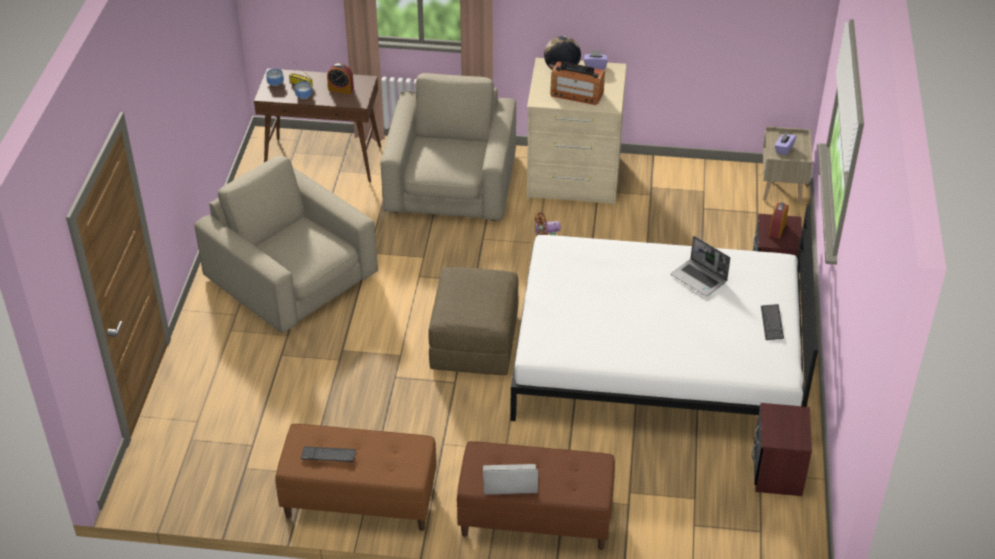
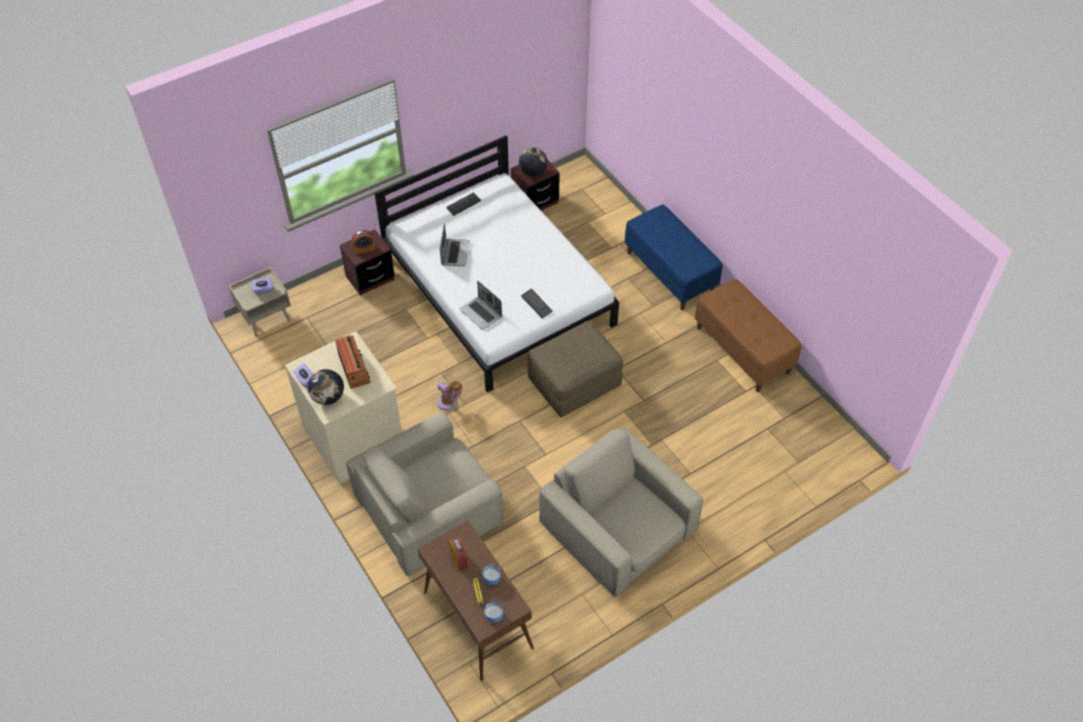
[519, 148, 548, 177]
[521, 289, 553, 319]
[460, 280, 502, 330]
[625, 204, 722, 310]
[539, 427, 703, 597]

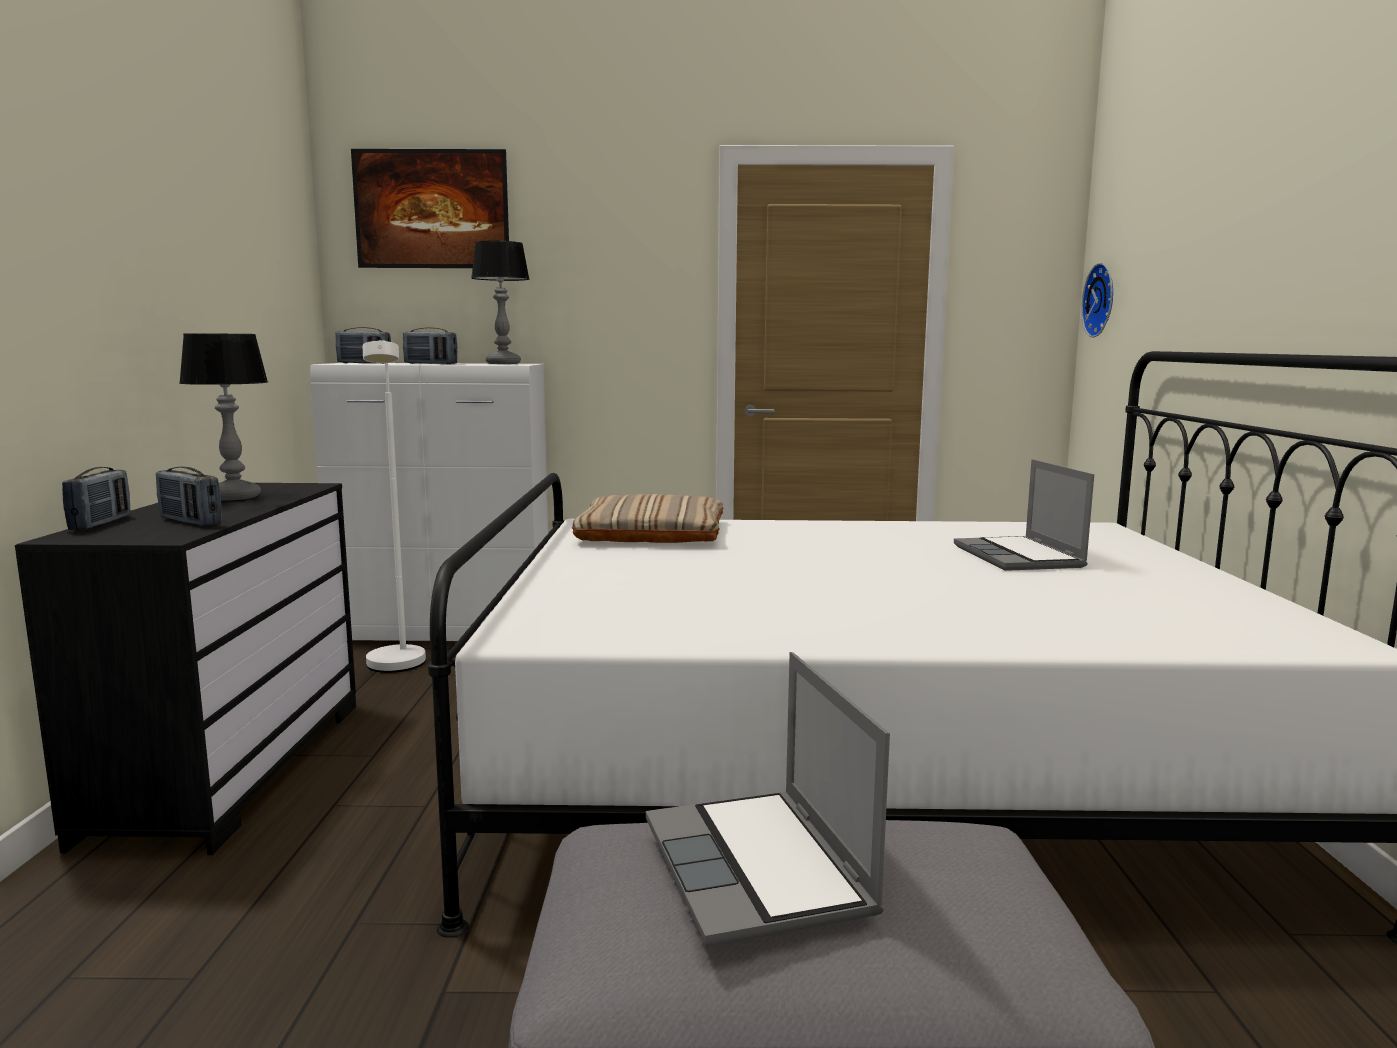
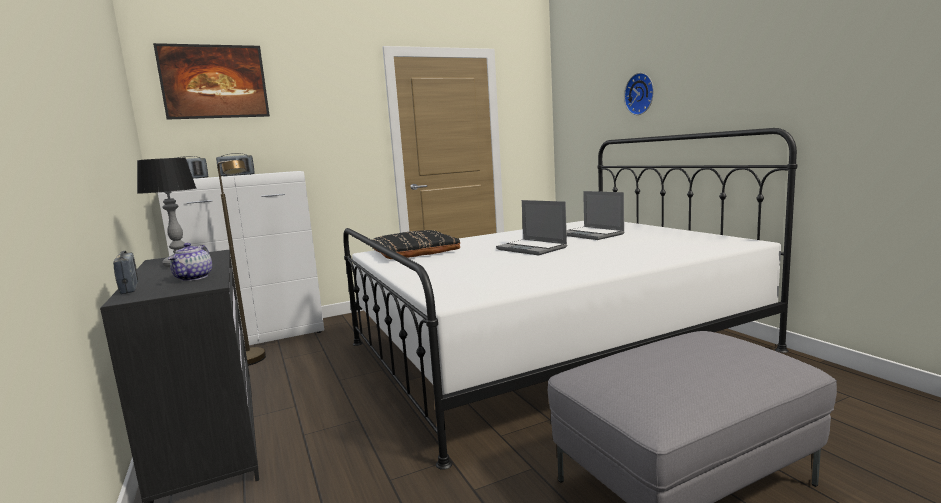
[471, 241, 530, 364] (first image)
[496, 200, 567, 255]
[624, 73, 654, 115]
[168, 243, 212, 281]
[218, 160, 266, 366]
[372, 230, 460, 259]

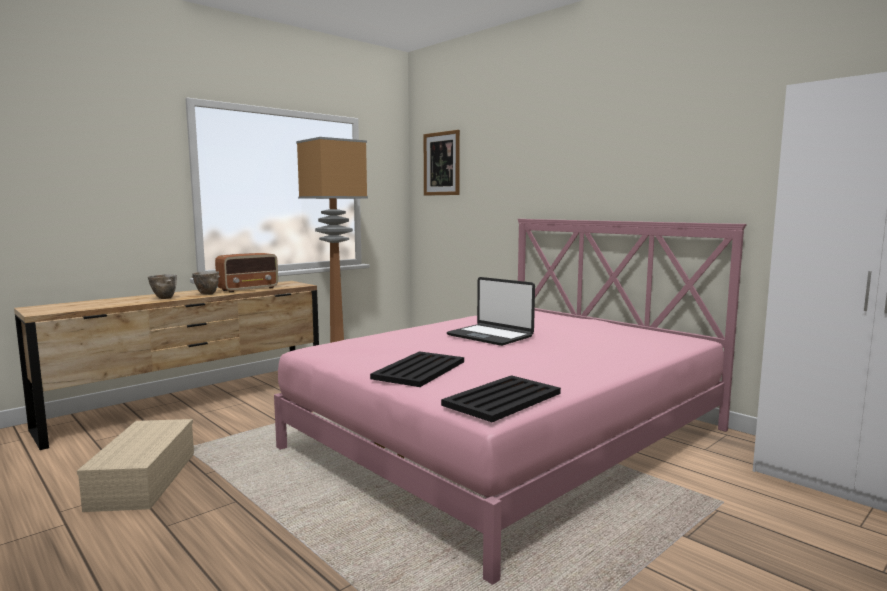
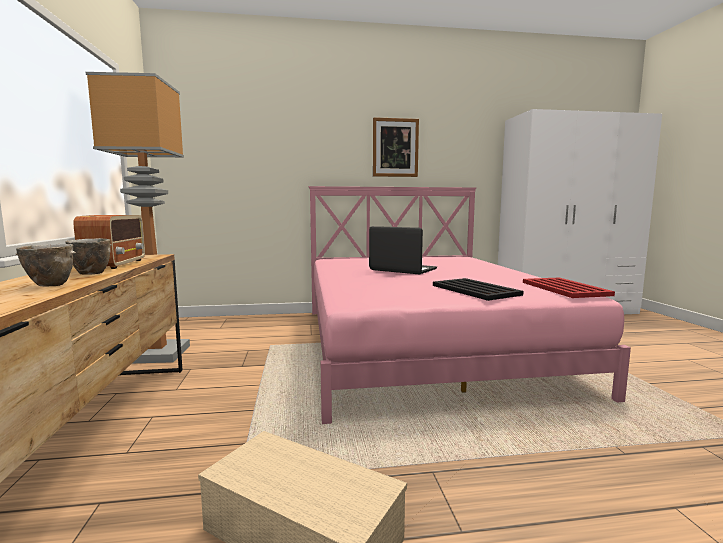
[373, 117, 419, 177]
[523, 278, 615, 298]
[369, 226, 437, 275]

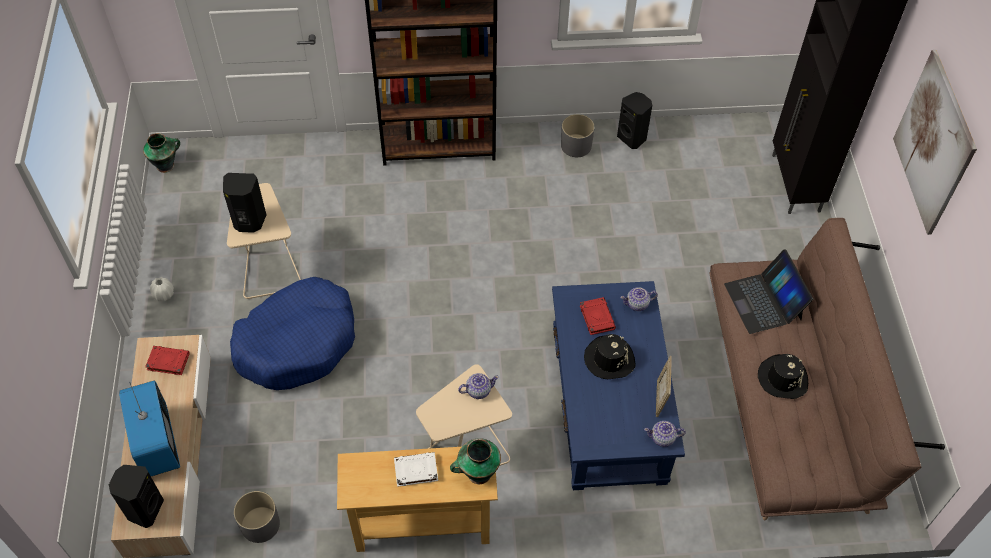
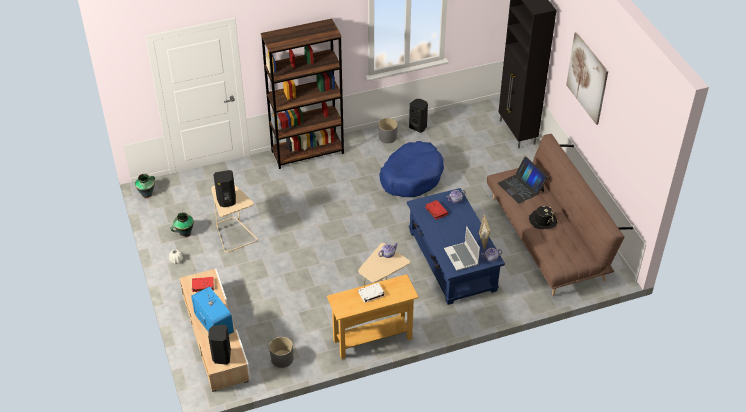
[584, 334, 635, 379] (first image)
[444, 226, 480, 271]
[379, 141, 444, 197]
[171, 212, 194, 238]

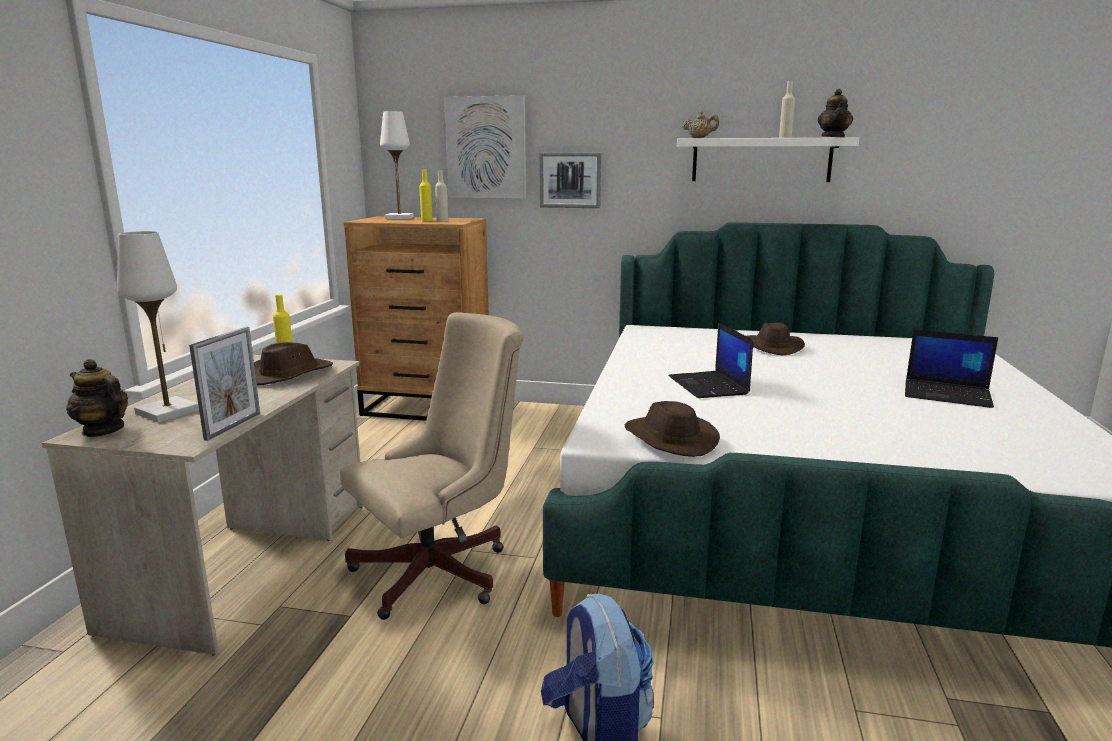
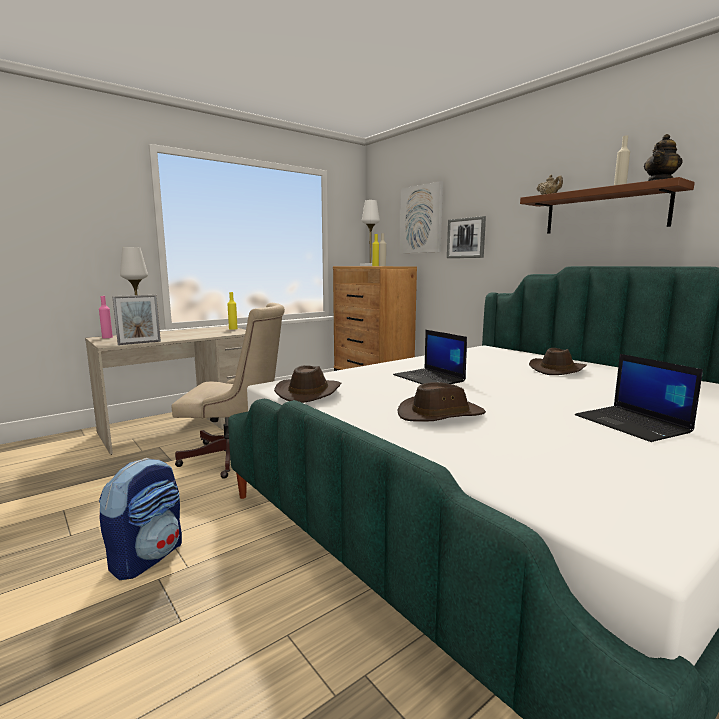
[397, 382, 486, 422]
[99, 296, 113, 338]
[520, 177, 695, 234]
[393, 330, 467, 384]

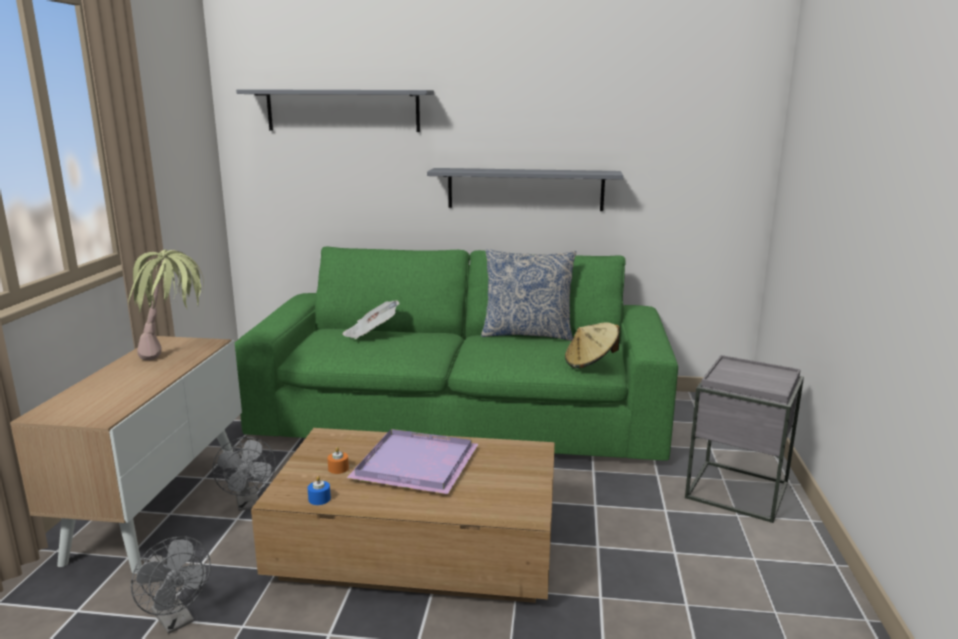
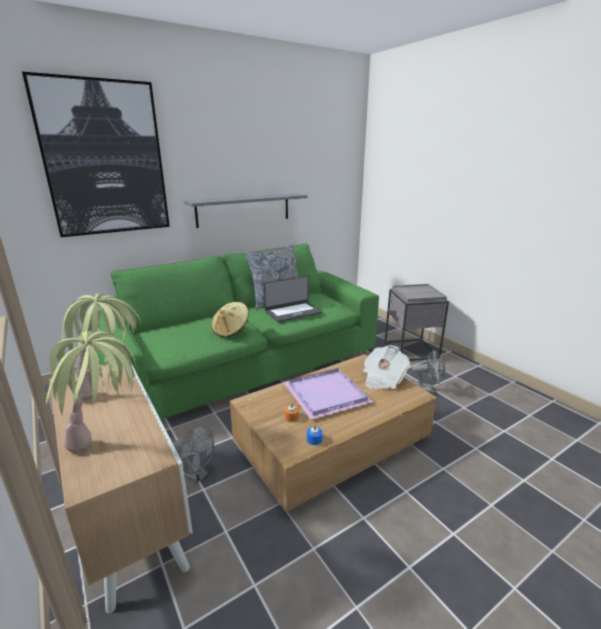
[46, 330, 136, 452]
[264, 276, 322, 322]
[412, 350, 445, 393]
[363, 345, 410, 389]
[212, 302, 249, 338]
[22, 72, 170, 237]

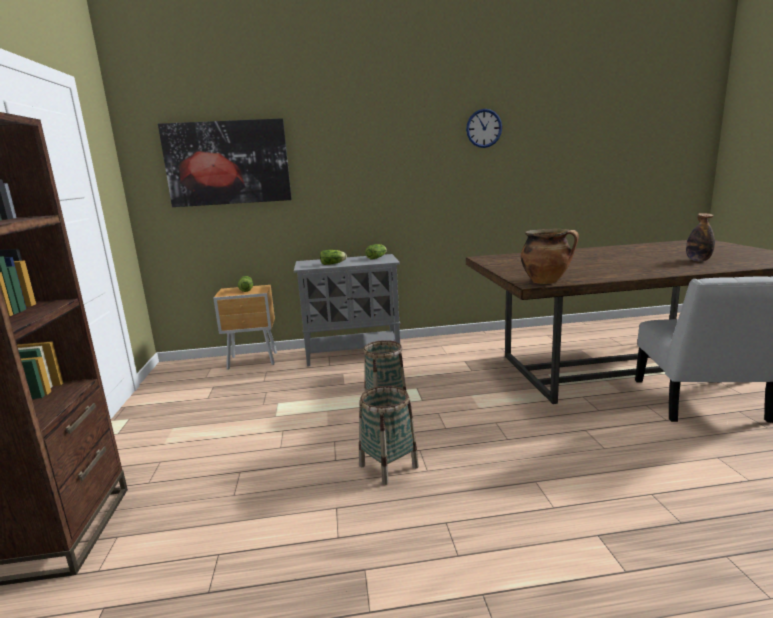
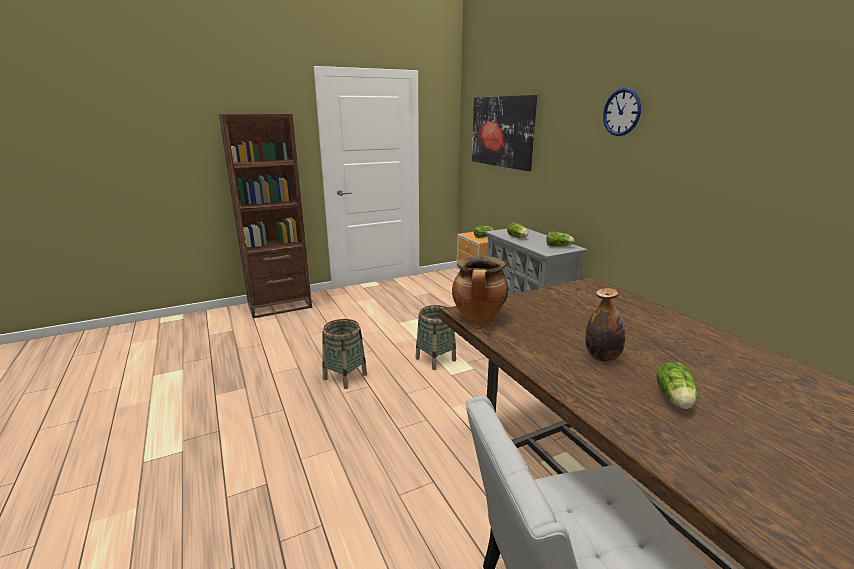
[657, 362, 697, 409]
[603, 88, 641, 136]
[585, 288, 625, 362]

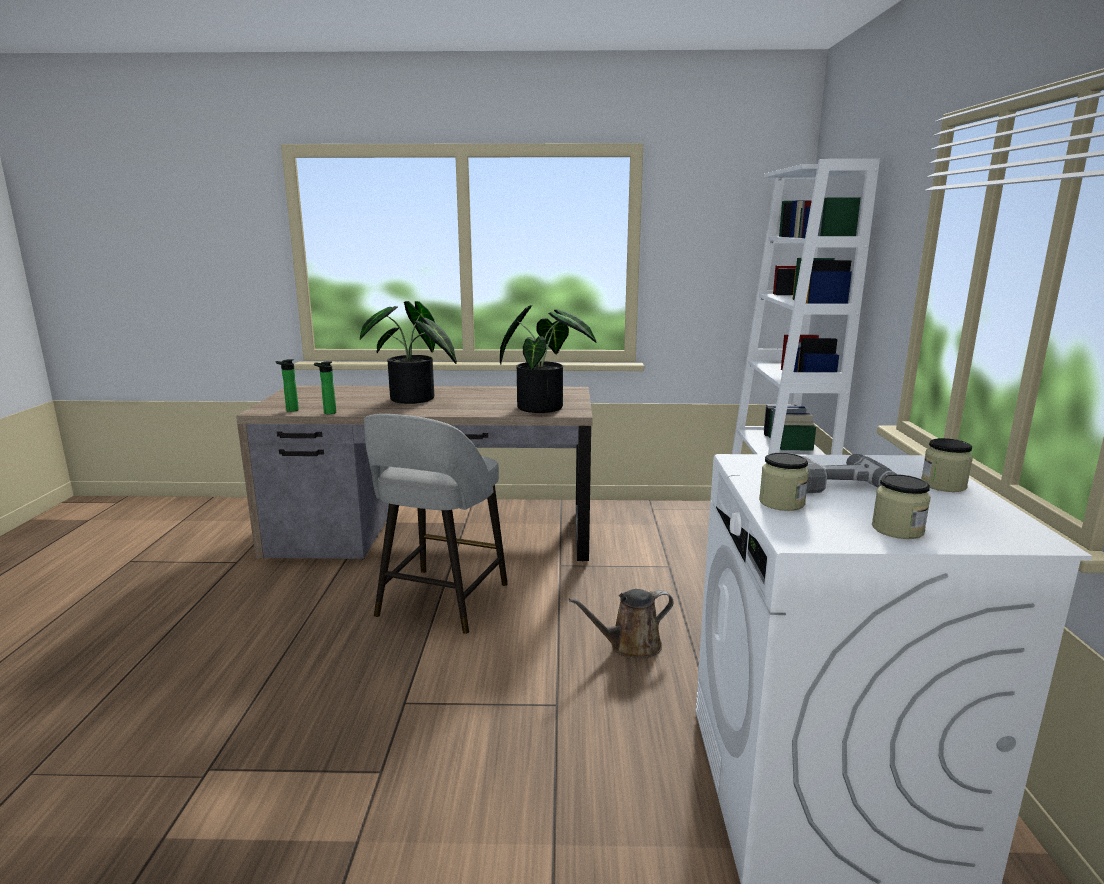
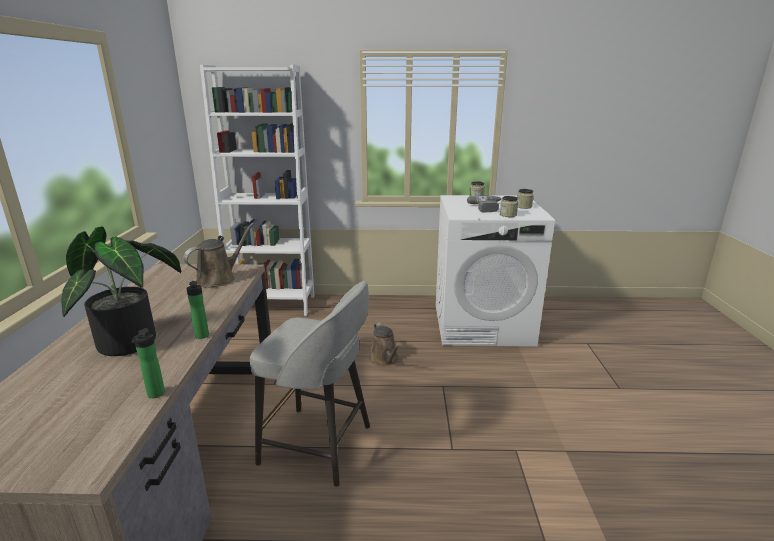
[186, 281, 209, 339]
[184, 223, 254, 288]

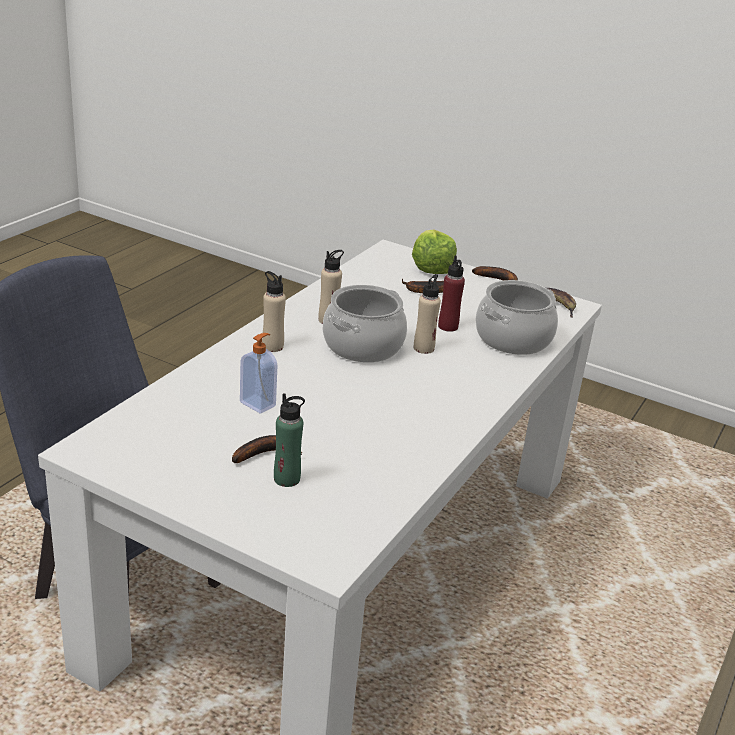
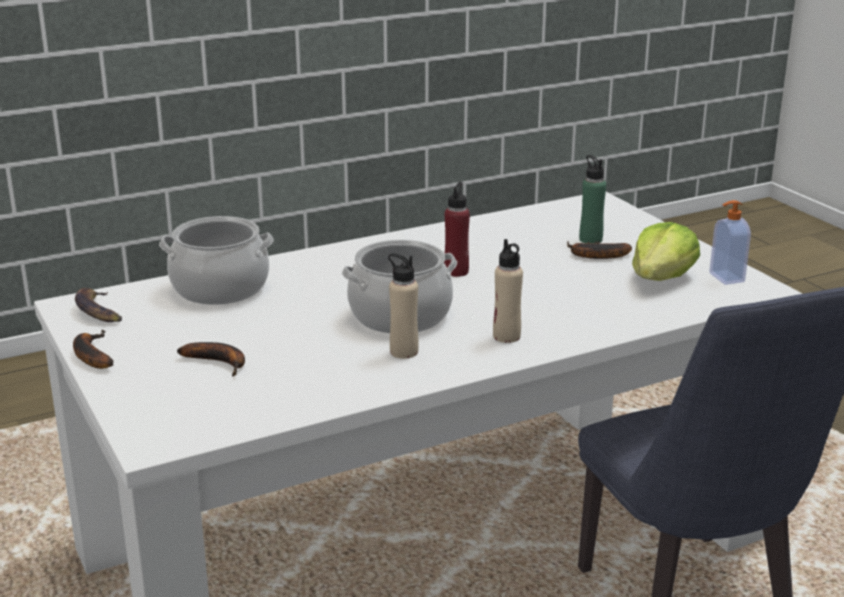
[414, 274, 441, 354] (first image)
[709, 200, 751, 285]
[632, 222, 700, 281]
[444, 182, 470, 277]

